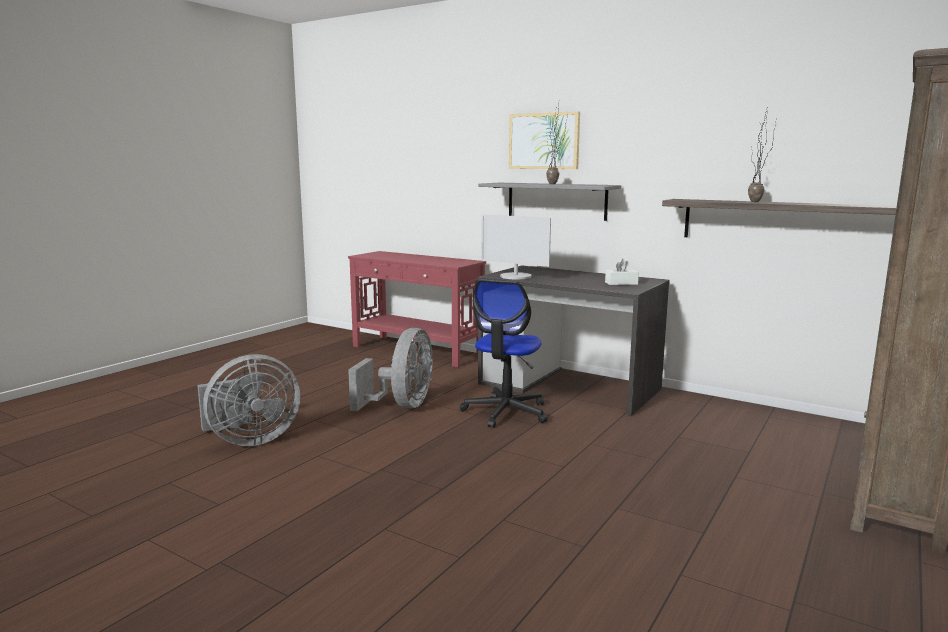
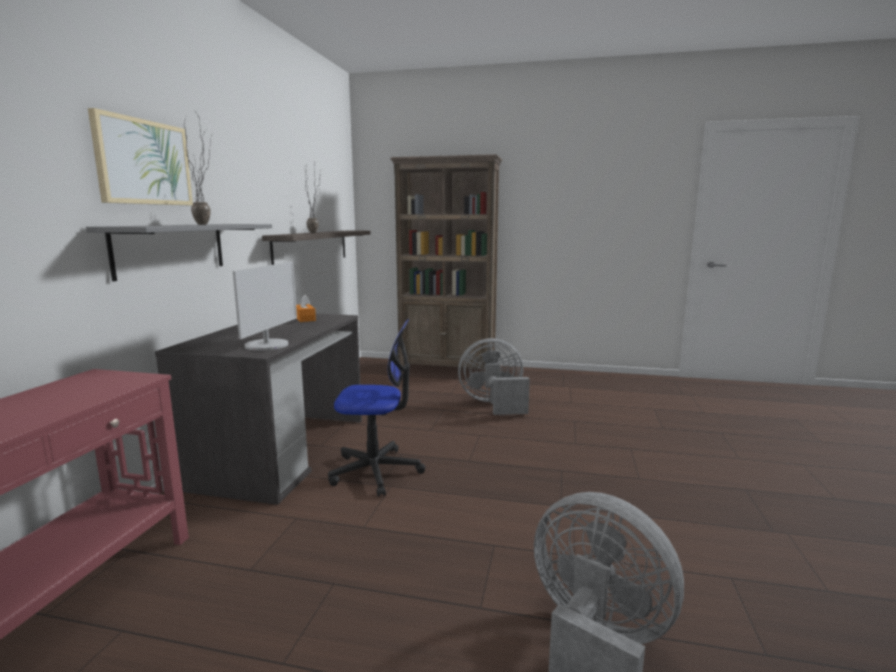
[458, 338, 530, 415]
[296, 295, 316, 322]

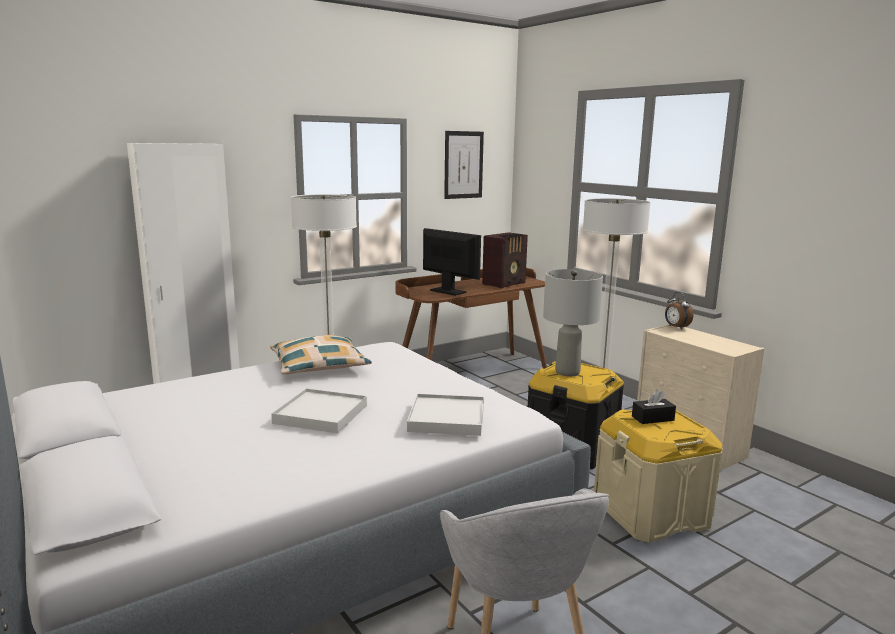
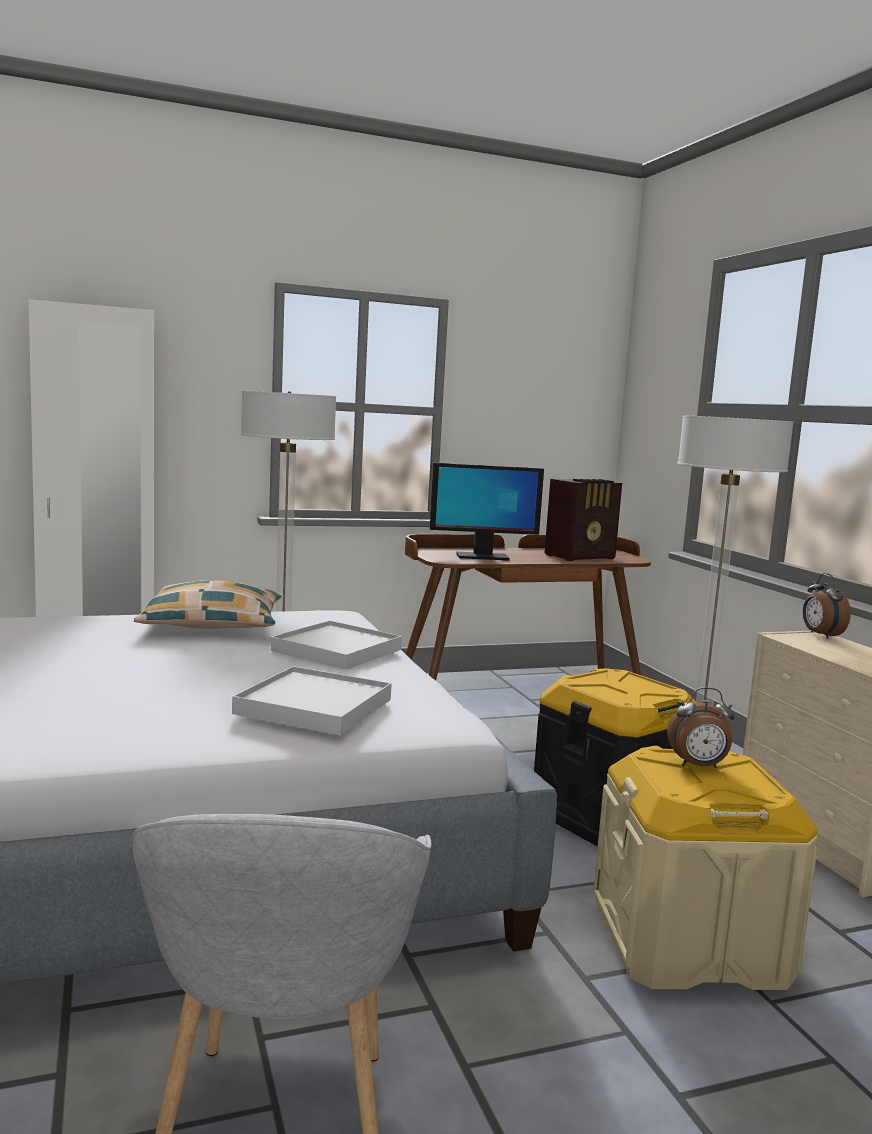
[444, 131, 484, 199] (first image)
[543, 269, 603, 377] (first image)
[271, 621, 402, 670]
[667, 687, 735, 768]
[430, 463, 544, 561]

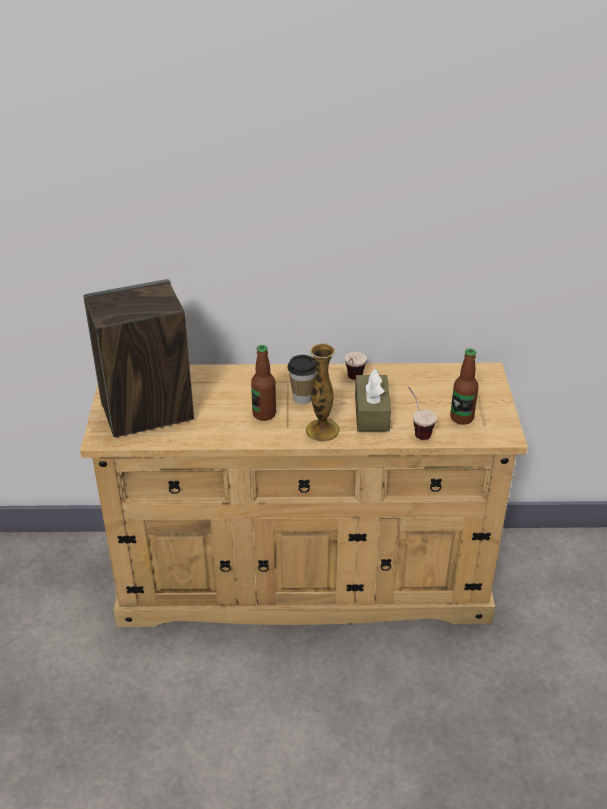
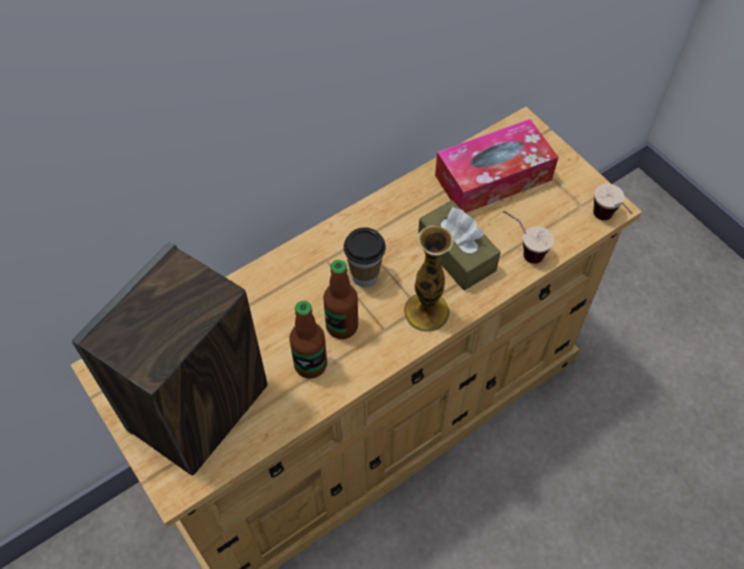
[435, 119, 558, 213]
[593, 184, 633, 220]
[290, 301, 327, 379]

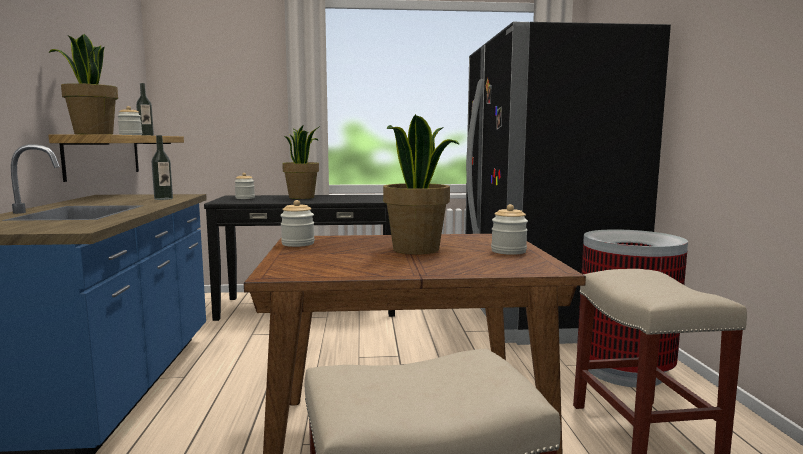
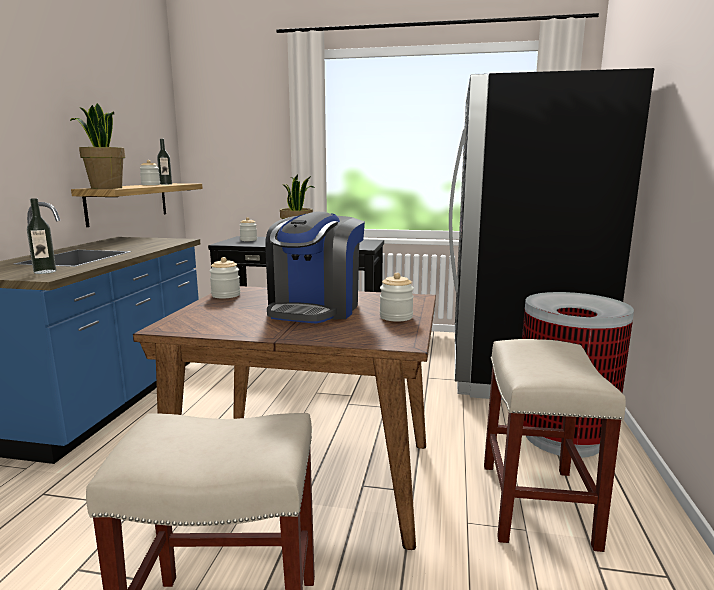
[27, 198, 56, 274]
[265, 212, 365, 324]

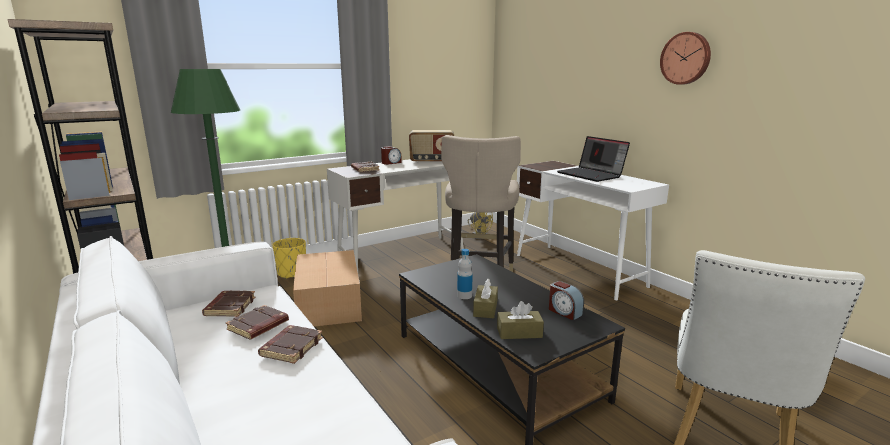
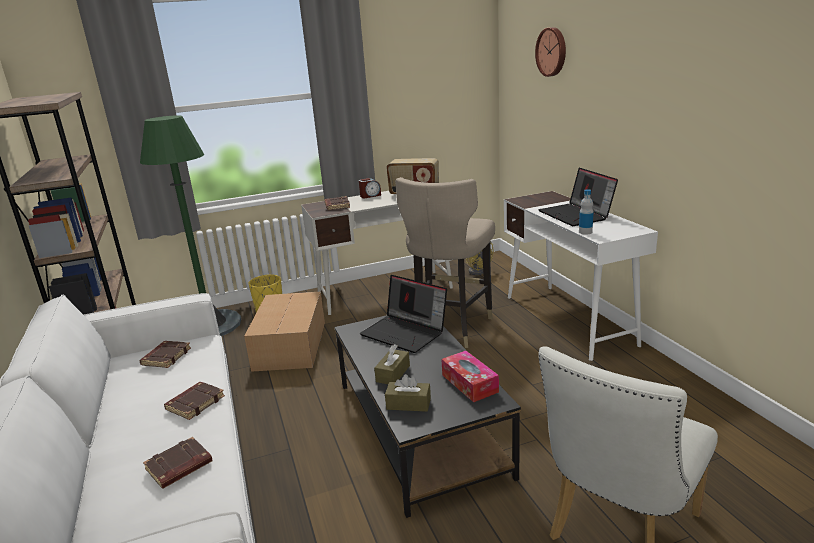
[360, 275, 447, 353]
[143, 437, 213, 489]
[579, 189, 593, 234]
[535, 27, 566, 77]
[441, 351, 499, 402]

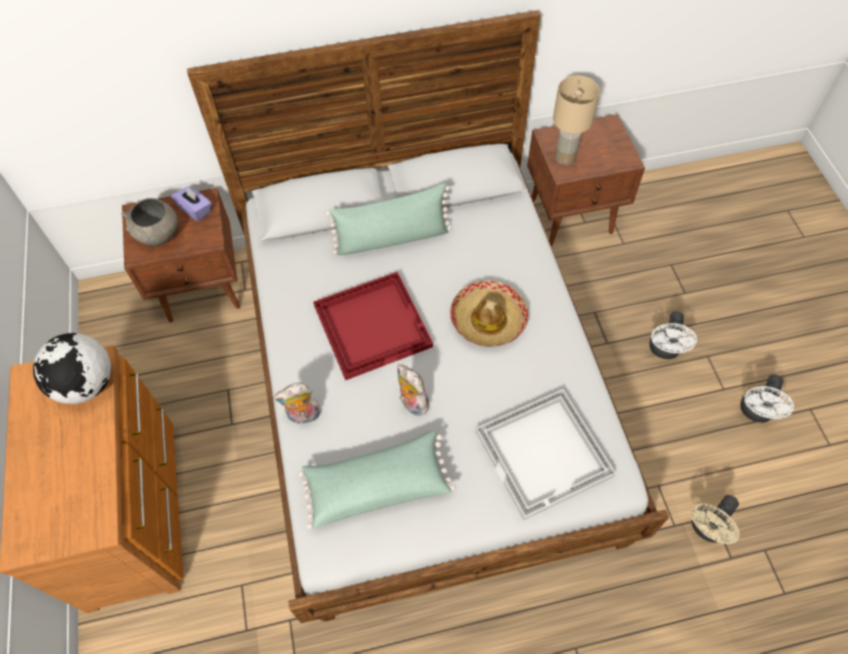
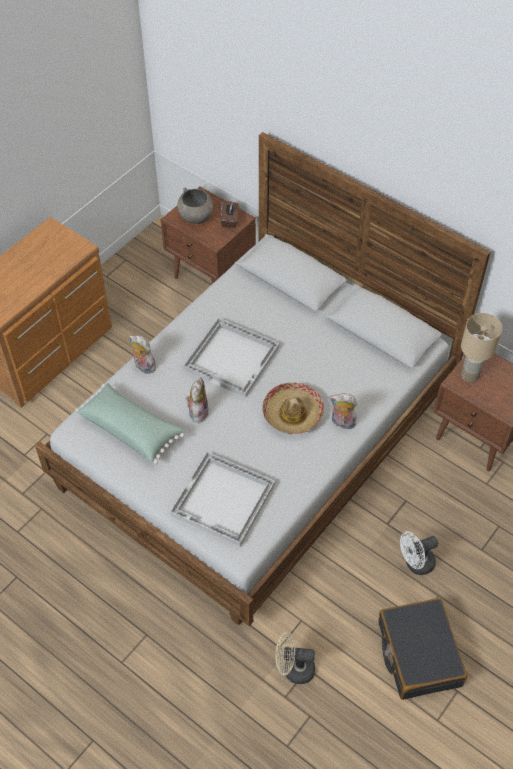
[33, 333, 111, 404] (first image)
[326, 183, 452, 255] (first image)
[329, 393, 358, 429]
[378, 598, 467, 700]
[220, 200, 239, 227]
[183, 317, 279, 398]

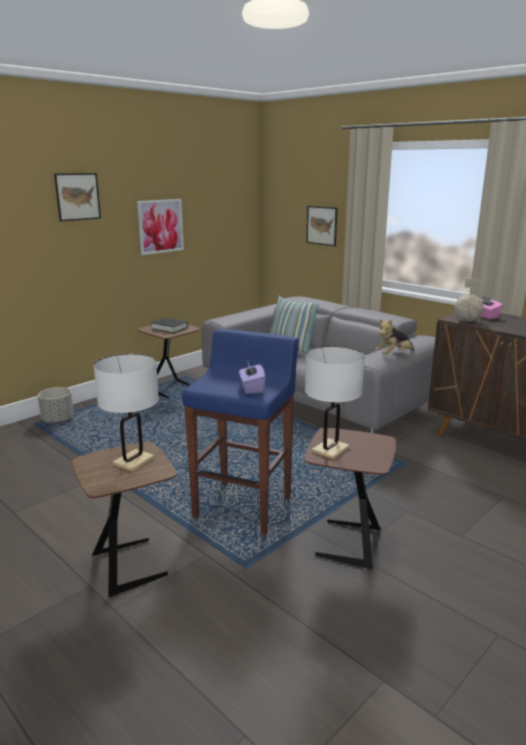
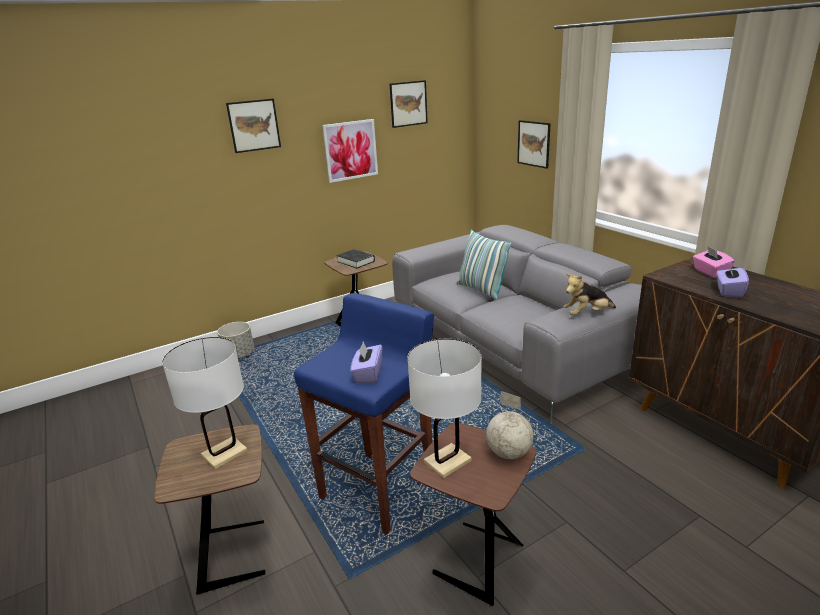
[390, 80, 428, 128]
[717, 265, 749, 298]
[486, 391, 533, 459]

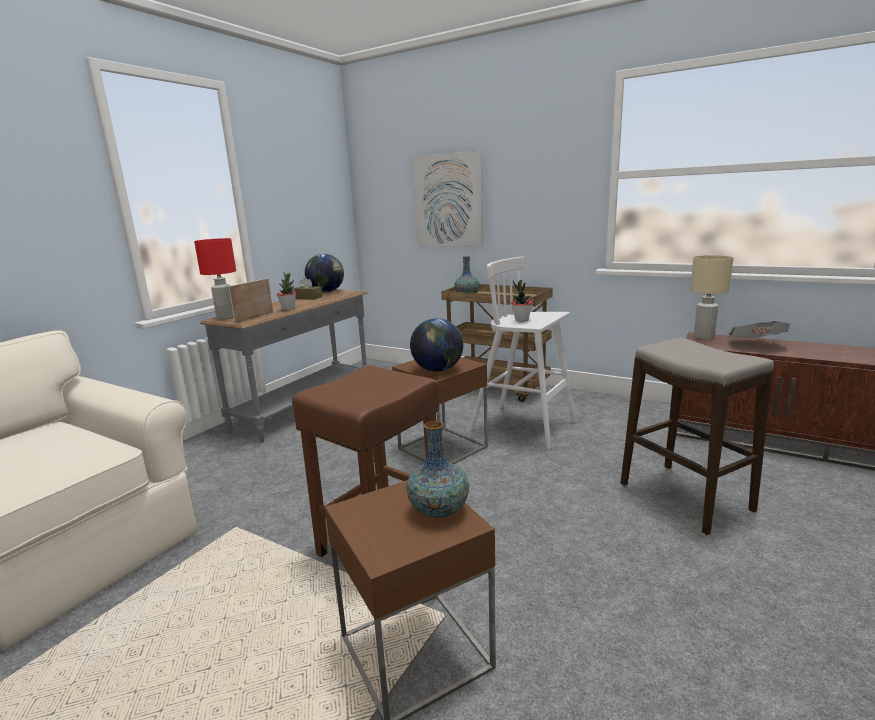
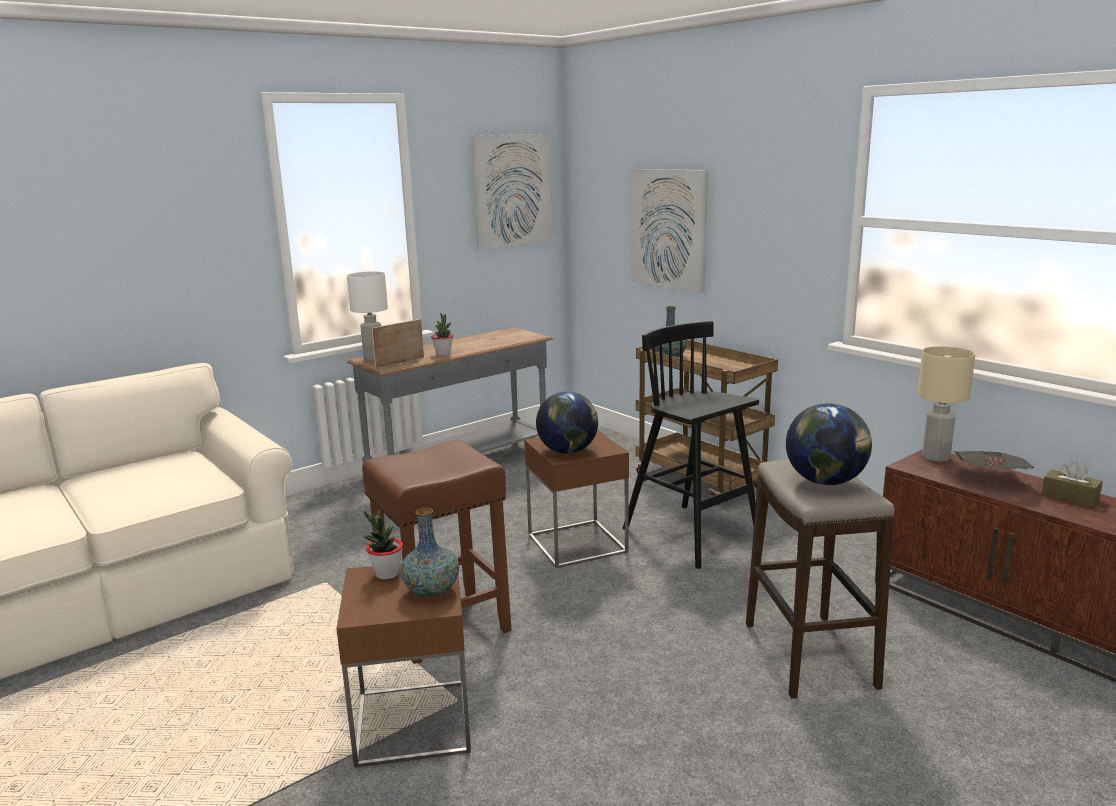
[471, 134, 552, 250]
[1042, 461, 1103, 507]
[786, 403, 872, 485]
[364, 510, 403, 579]
[347, 271, 388, 361]
[623, 321, 759, 569]

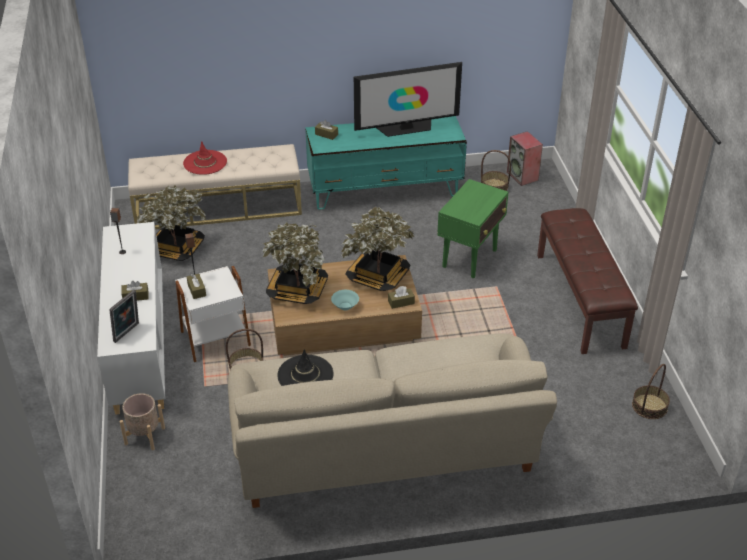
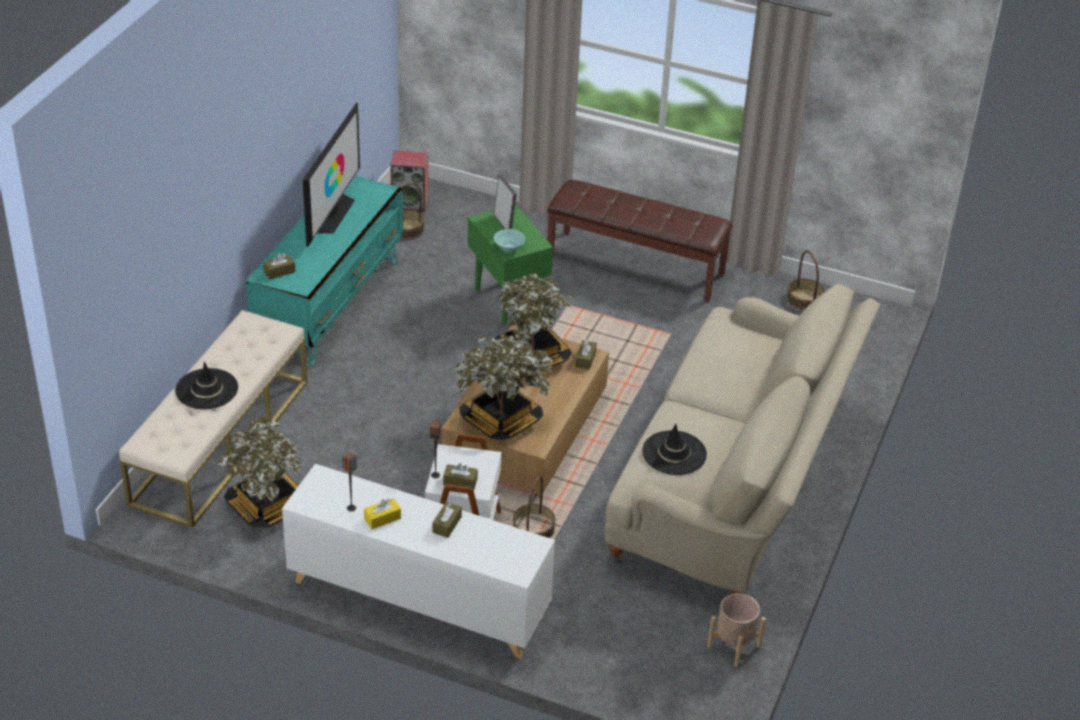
[364, 498, 401, 529]
[494, 175, 517, 229]
[707, 593, 766, 667]
[494, 229, 525, 252]
[175, 362, 238, 409]

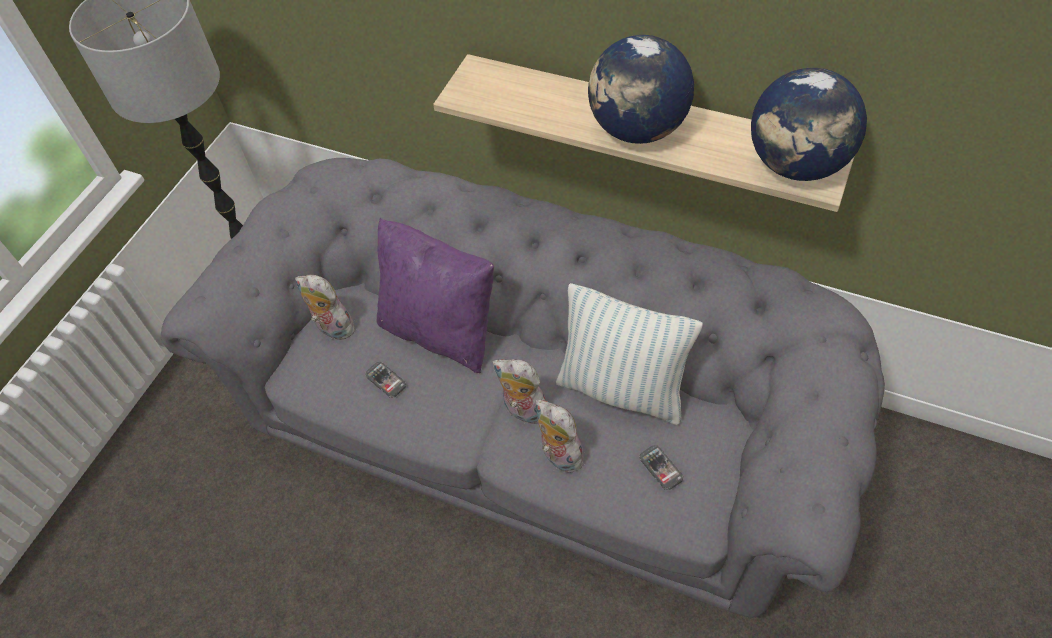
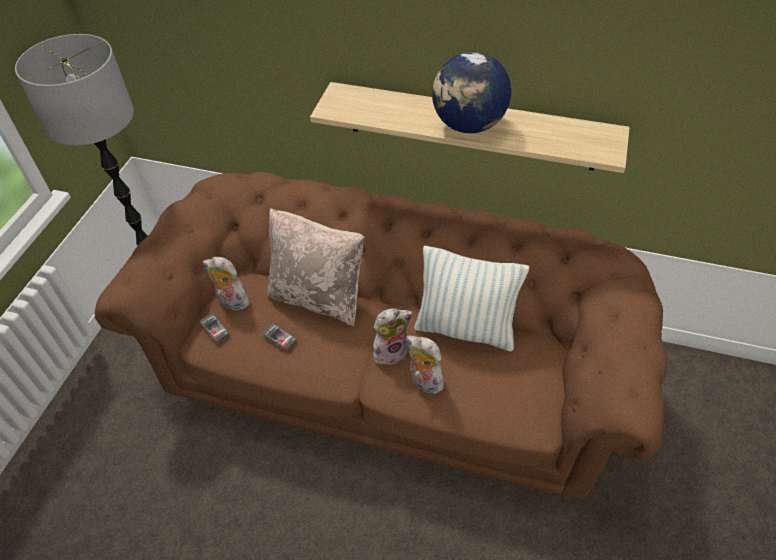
[751, 68, 867, 181] (first image)
[200, 314, 230, 342]
[95, 172, 667, 498]
[267, 208, 364, 326]
[373, 308, 413, 365]

